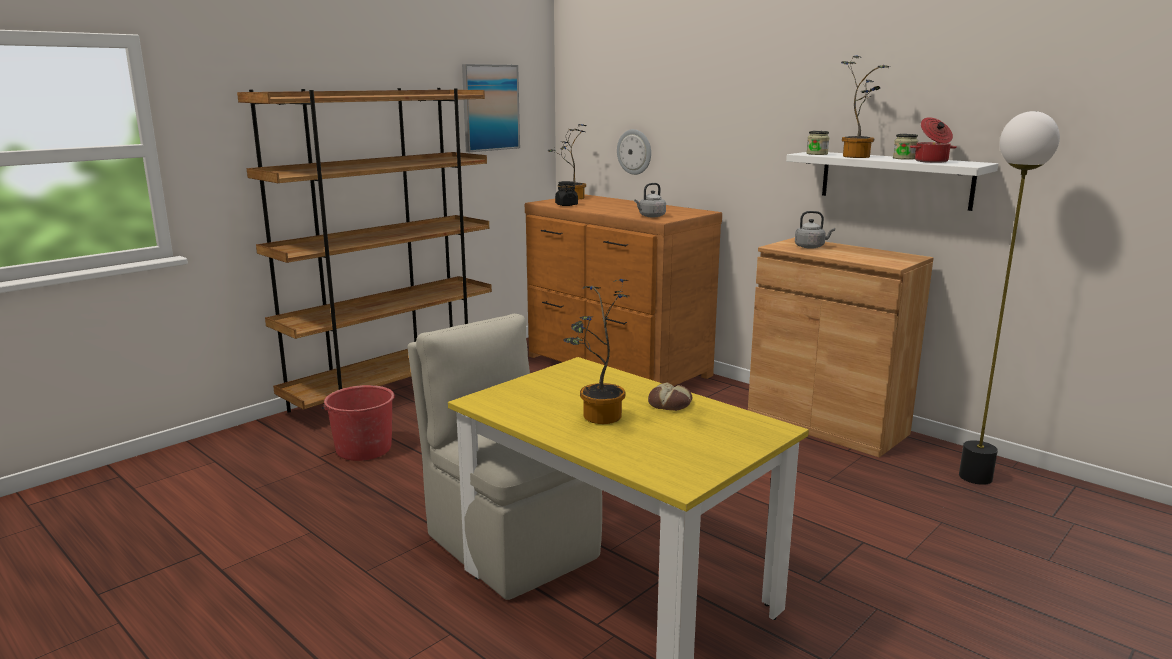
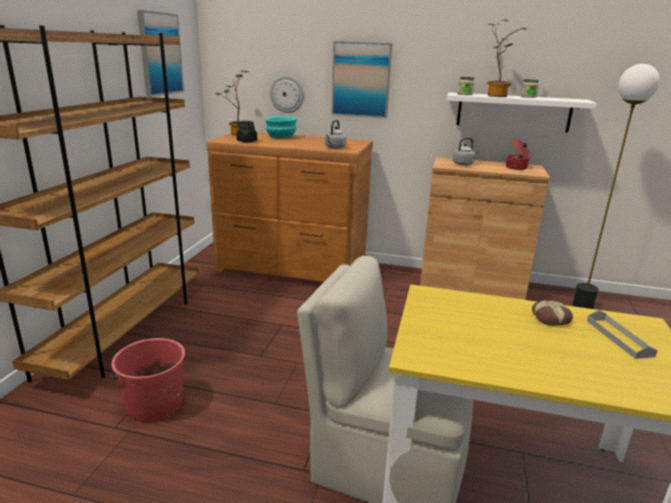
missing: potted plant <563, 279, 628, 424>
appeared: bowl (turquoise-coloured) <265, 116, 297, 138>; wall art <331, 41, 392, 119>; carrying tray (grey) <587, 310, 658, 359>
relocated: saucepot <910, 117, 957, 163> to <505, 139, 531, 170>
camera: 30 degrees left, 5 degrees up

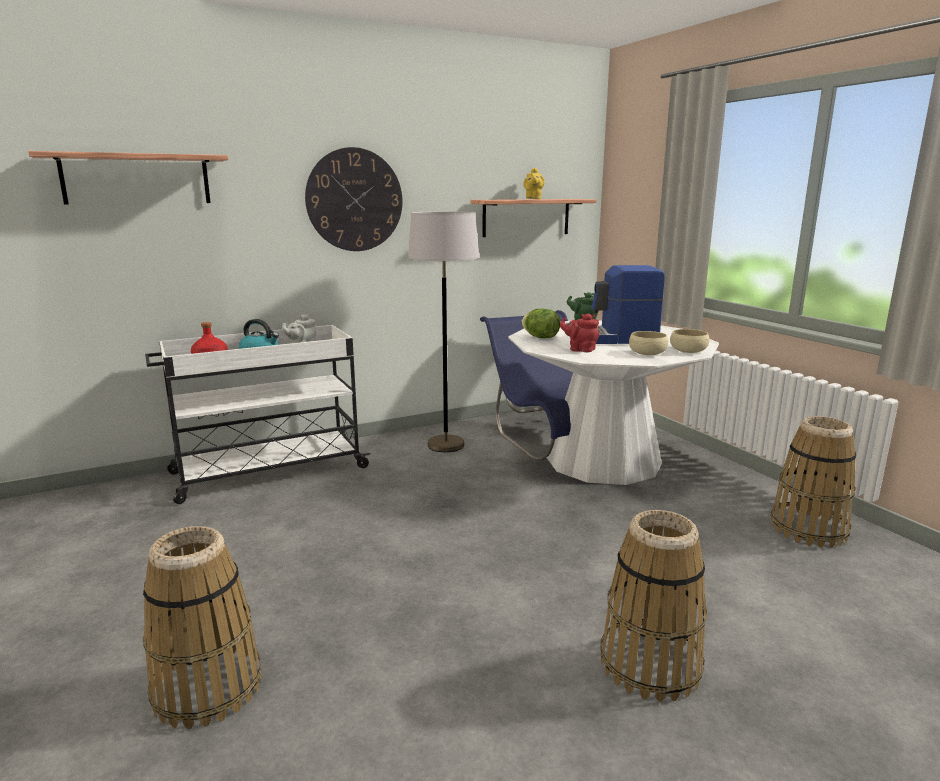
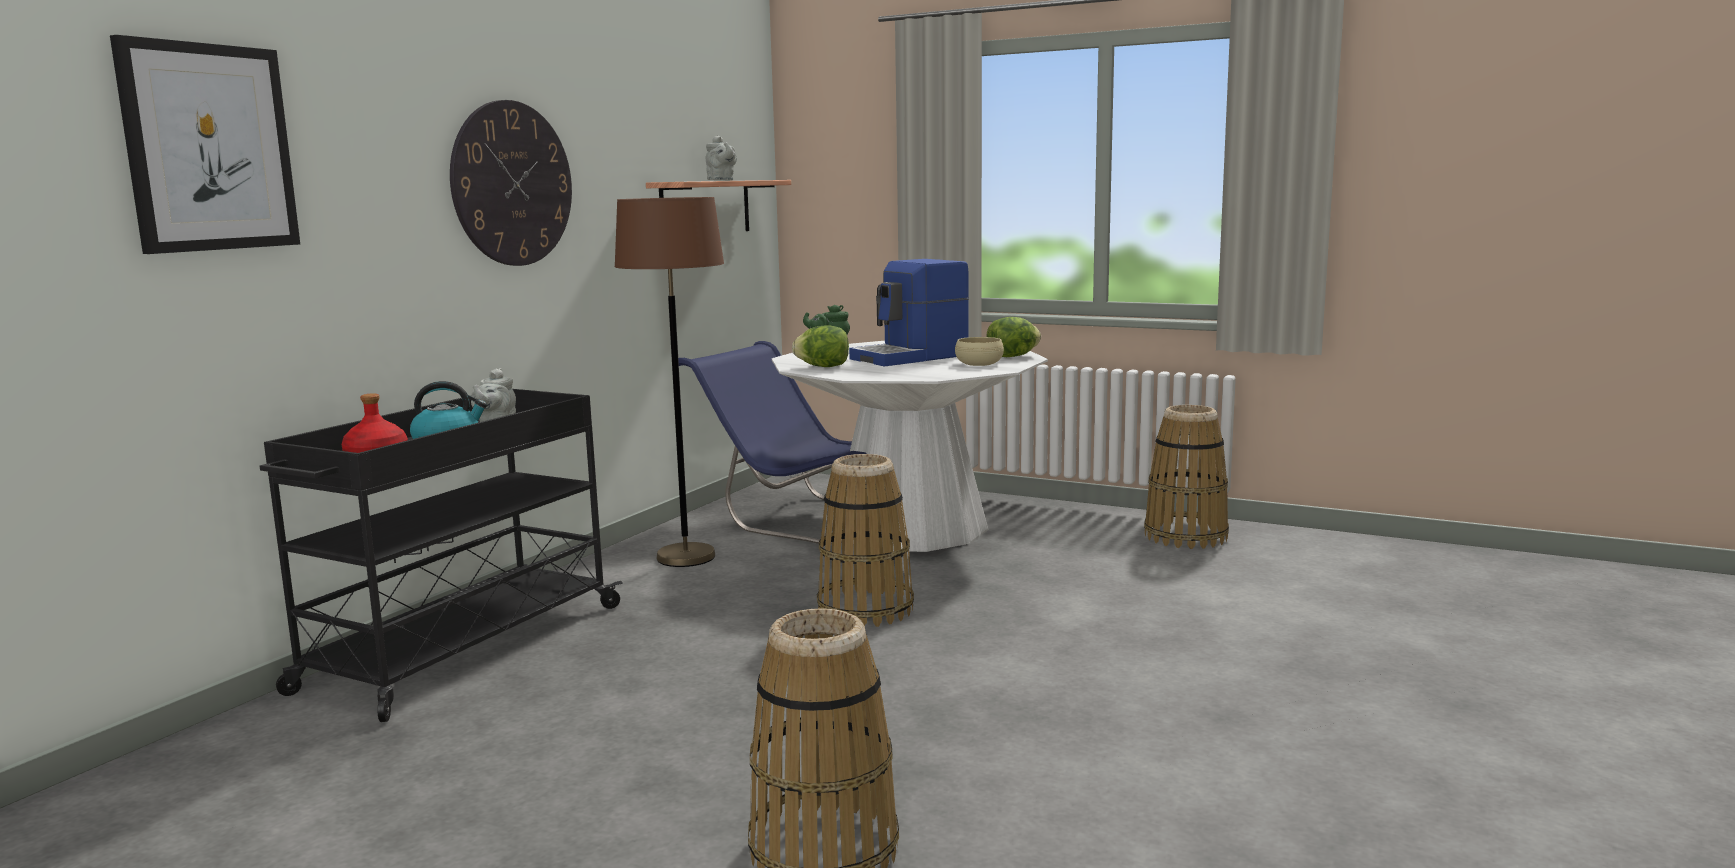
missing: pot for tea (reddish) <560, 313, 600, 352>
relocated: household basket <600, 510, 707, 702> to <817, 454, 914, 627>
exchanged: wall shelf <28, 151, 229, 204> to wall art <110, 35, 300, 254>; bowl (beige) <670, 329, 710, 353> to head of lettuce <986, 317, 1041, 357>
colour: wheeled cart (white) <145, 325, 371, 504> to wheeled cart (blackish) <260, 389, 623, 722>; standing lamp (grey) <408, 211, 479, 452> to standing lamp (brownish) <615, 197, 724, 567>; pot for tea (yellow-coloured) <523, 168, 545, 199> to pot for tea (grey) <706, 135, 737, 180>
camera: 35 degrees left, 5 degrees down

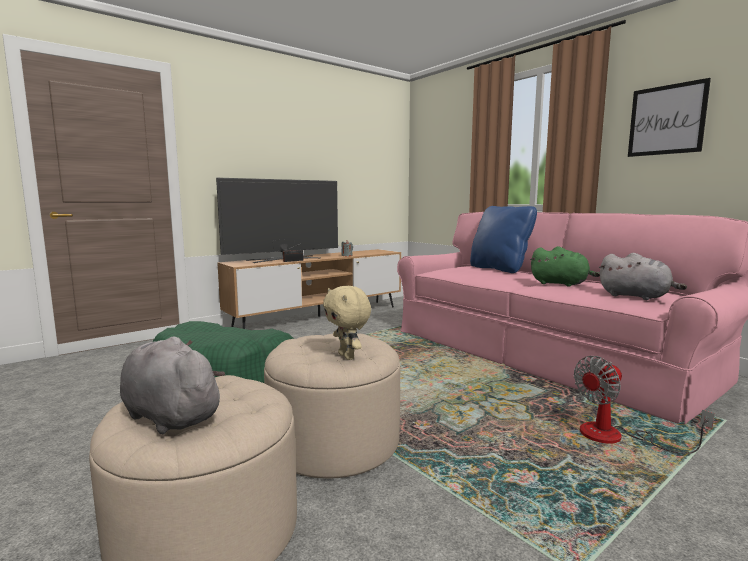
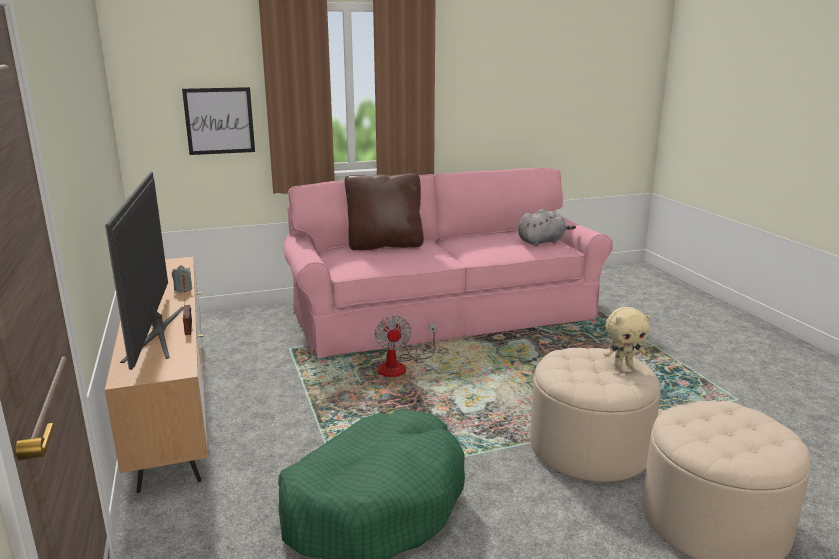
missing: soft toy (grey) <120, 337, 225, 434>; soft toy (greenish) <530, 246, 600, 287>
relocated: electric fan <574, 356, 714, 454> to <375, 316, 437, 377>; wall art <628, 78, 711, 157> to <182, 87, 255, 155>
colour: throw pillow (blue-coloured) <470, 206, 537, 273> to throw pillow (brownish) <345, 173, 424, 250>
camera: 70 degrees left, 10 degrees up

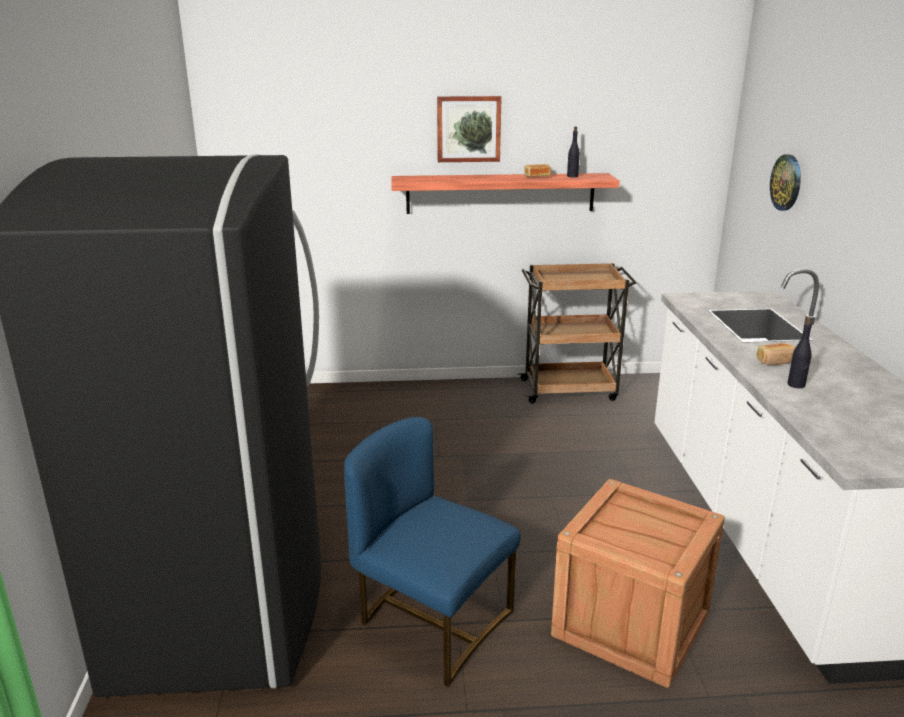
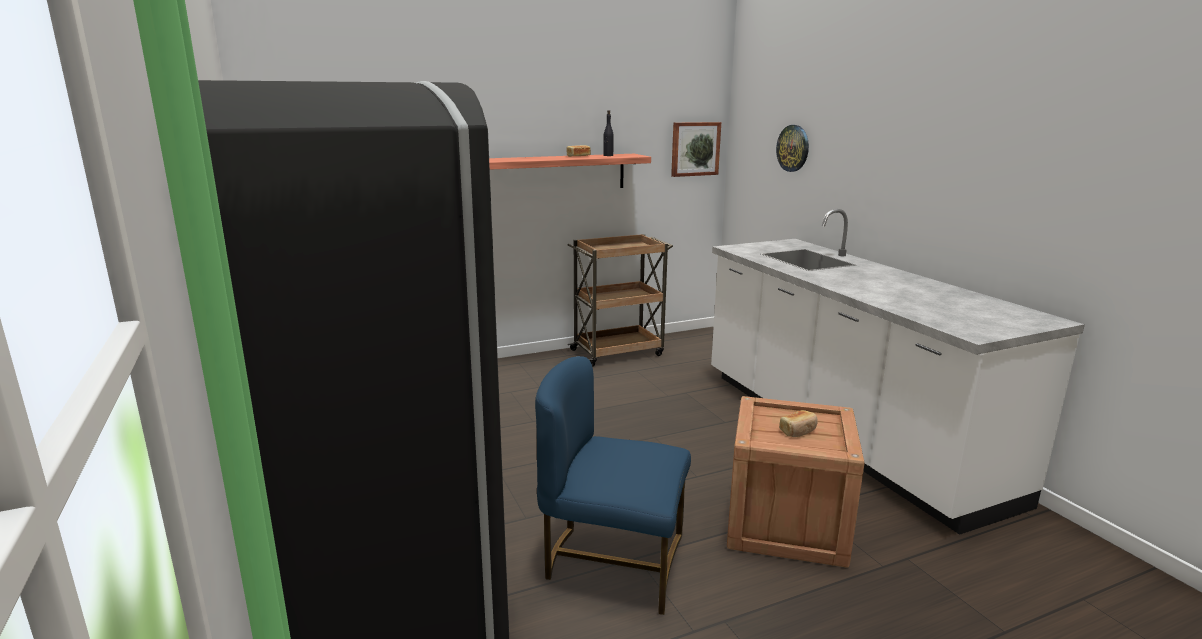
missing: bottle (blackish) <787, 317, 812, 388>
relocated: wall art <437, 96, 502, 162> to <671, 122, 721, 177>; bakery bread <757, 343, 796, 365> to <779, 410, 818, 437>
camera: 20 degrees left, 5 degrees down

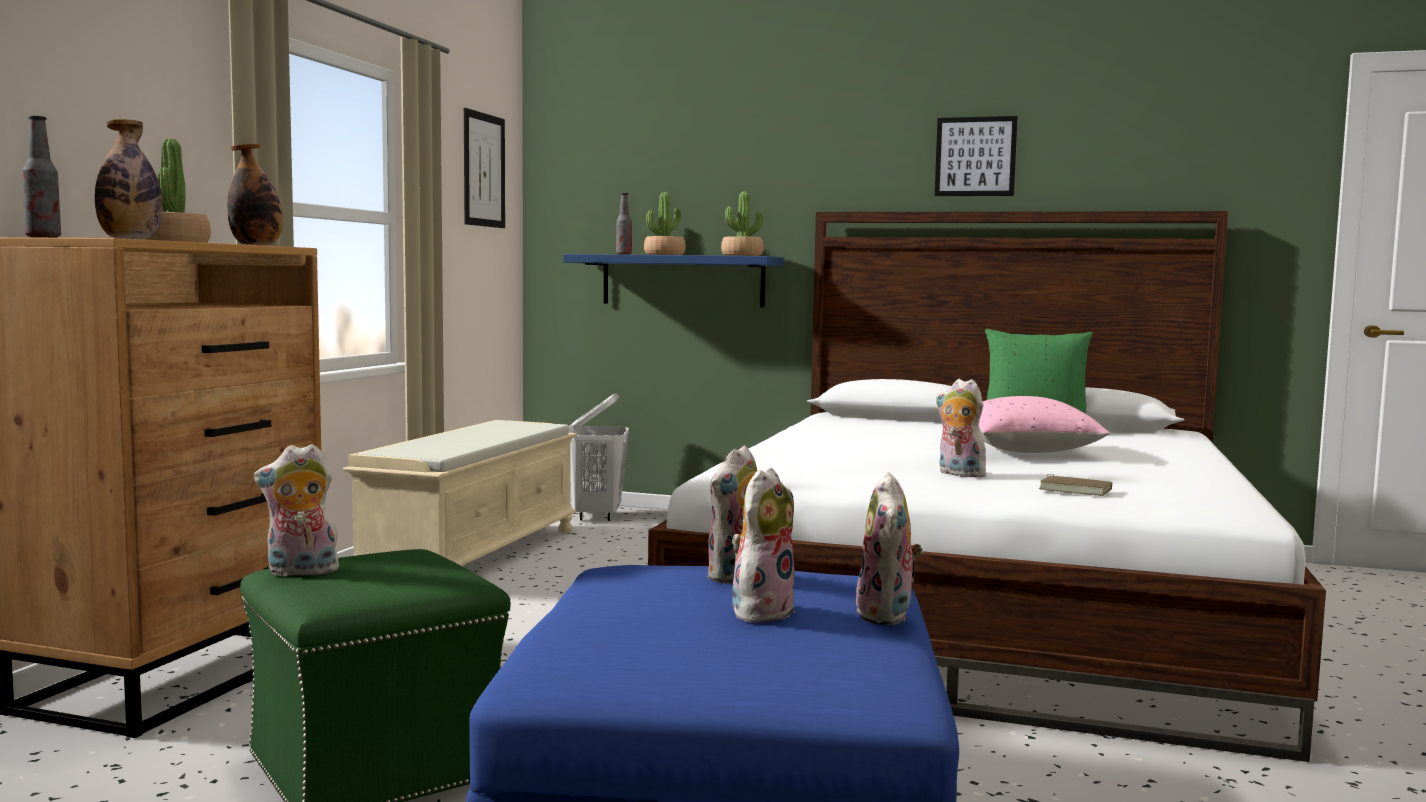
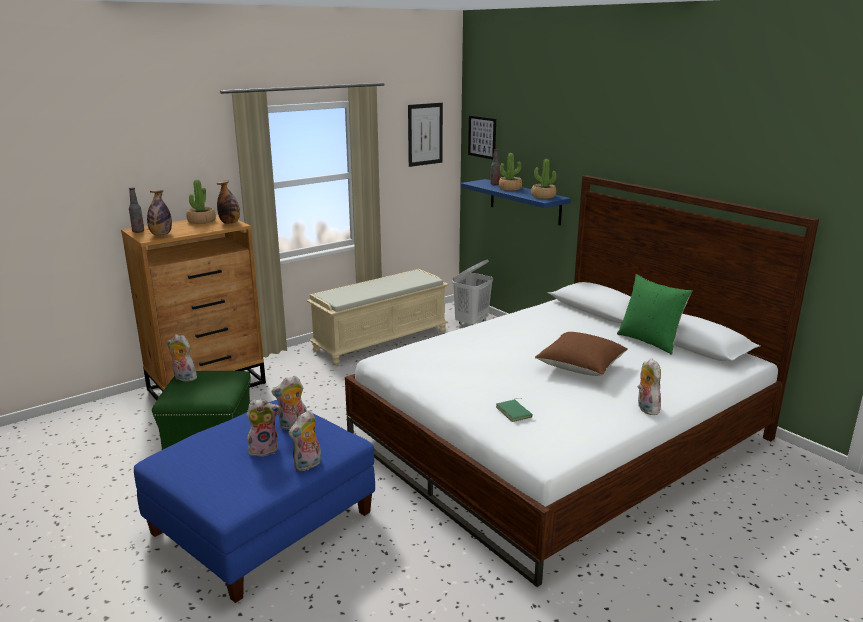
relocated: wall art <935, 116, 1018, 196> to <468, 116, 496, 159>; soft toy <935, 379, 986, 478> to <638, 358, 661, 415>
colour: throw pillow (pink-coloured) <979, 396, 1110, 453> to throw pillow (brownish) <535, 332, 628, 376>; volume (brownish) <1038, 474, 1112, 496> to volume (greenish) <496, 398, 533, 422>
camera: 35 degrees right, 15 degrees up

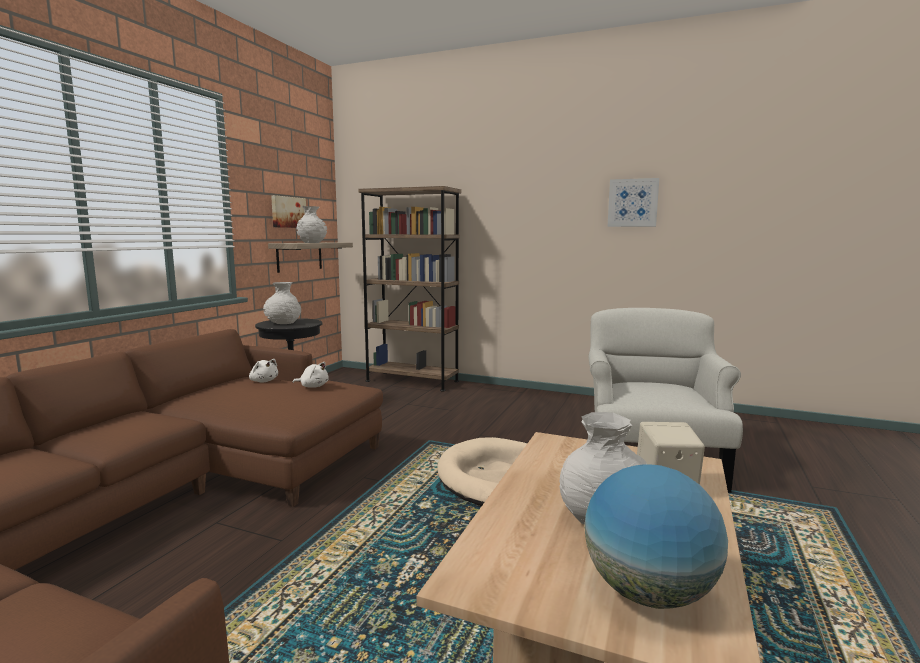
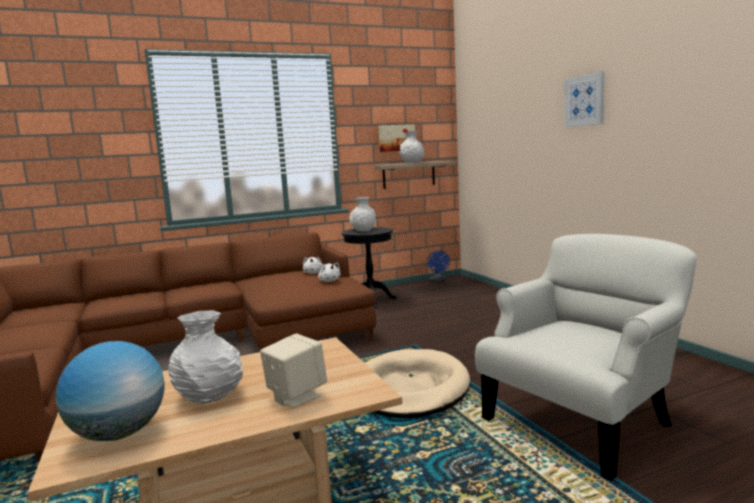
missing: bookcase (brownish) <358, 186, 461, 391>
appeared: electric fan (blue-coloured) <427, 250, 450, 283>
relocated: wall art <607, 178, 659, 227> to <564, 71, 605, 127>
camera: 45 degrees right, 0 degrees up

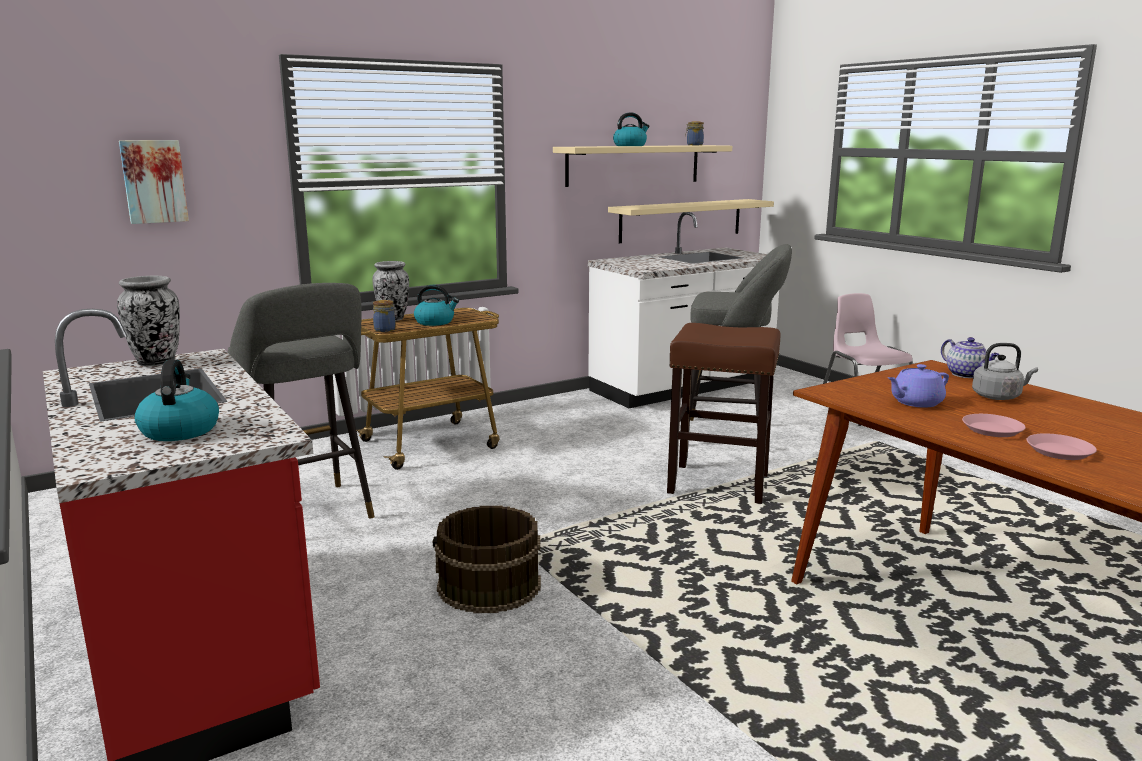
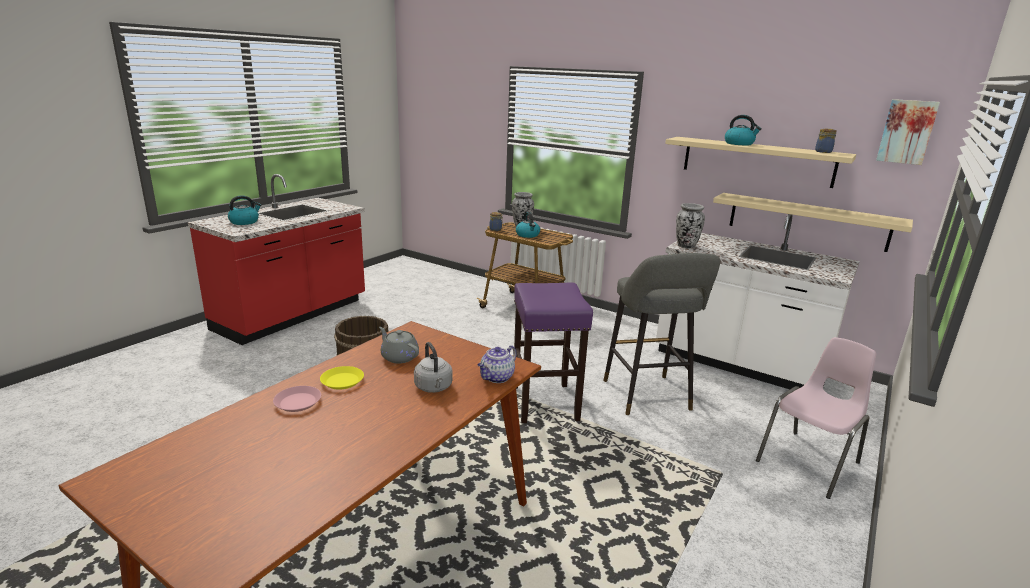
missing: stool seat (grey) <228, 283, 374, 518>
relocated: vase <117, 276, 180, 367> to <676, 203, 705, 249>; wall art <119, 140, 189, 224> to <876, 99, 940, 165>
colour: stool seat (brownish) <667, 323, 781, 504> to stool seat (purple-coloured) <514, 283, 593, 423>; pot for tea (purple-coloured) <888, 364, 949, 408> to pot for tea (grey) <379, 327, 419, 363>; plate (pink-coloured) <962, 414, 1026, 437> to plate (yellow-coloured) <320, 366, 364, 390>
camera: 65 degrees right, 5 degrees up

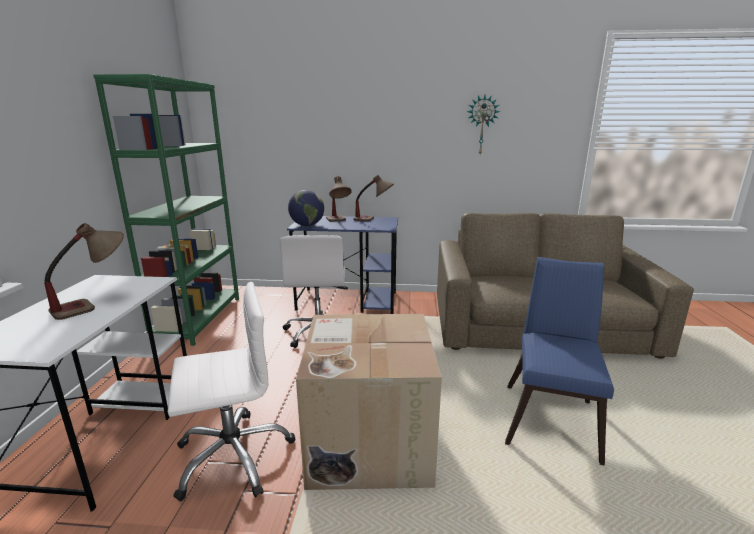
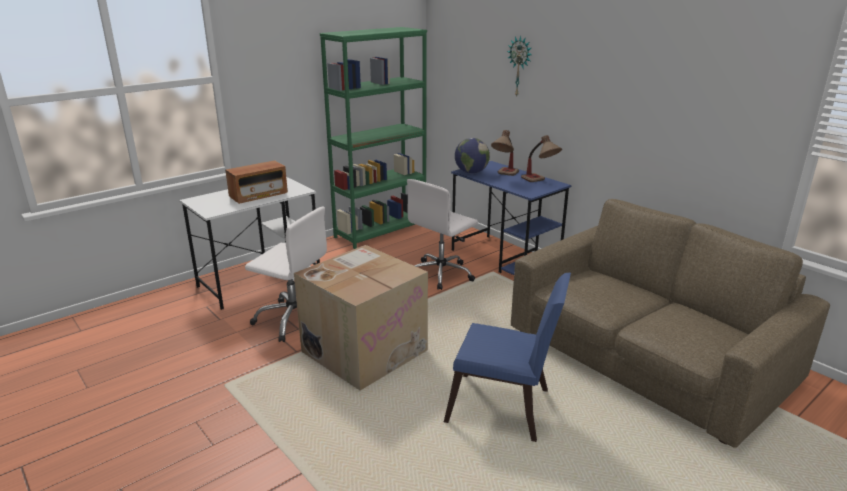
relocated: clock on the wall <467, 95, 500, 154> to <507, 35, 532, 97>
exchanged: lamp for a table <44, 223, 124, 320> to radio receiver <225, 160, 288, 204>
spun: chair (blue-coloured) <505, 257, 614, 466> = <444, 273, 571, 442> 45 degrees clockwise
camera: 45 degrees right, 5 degrees up

